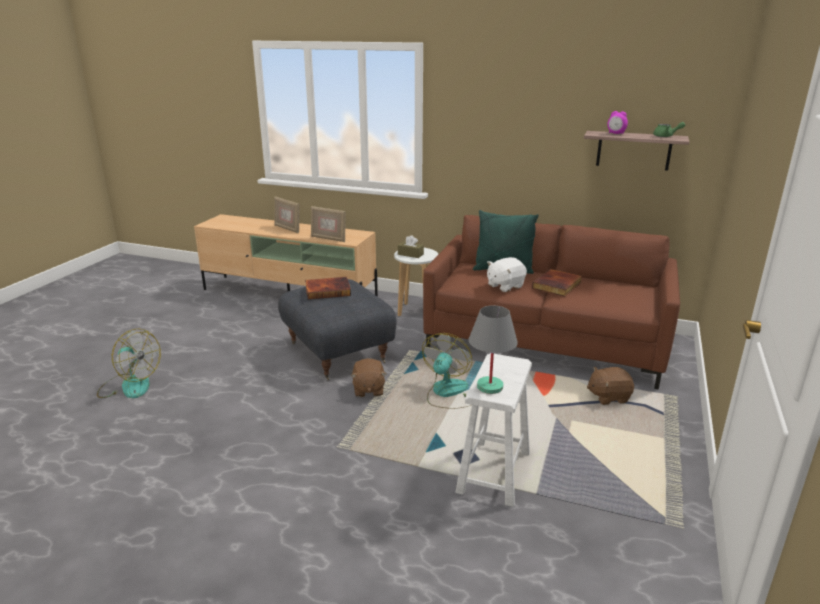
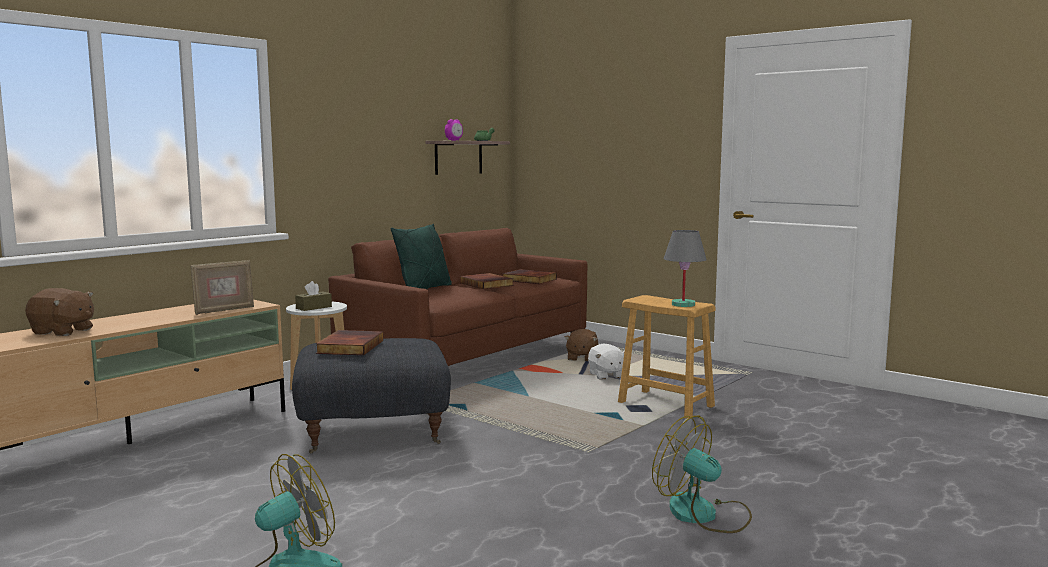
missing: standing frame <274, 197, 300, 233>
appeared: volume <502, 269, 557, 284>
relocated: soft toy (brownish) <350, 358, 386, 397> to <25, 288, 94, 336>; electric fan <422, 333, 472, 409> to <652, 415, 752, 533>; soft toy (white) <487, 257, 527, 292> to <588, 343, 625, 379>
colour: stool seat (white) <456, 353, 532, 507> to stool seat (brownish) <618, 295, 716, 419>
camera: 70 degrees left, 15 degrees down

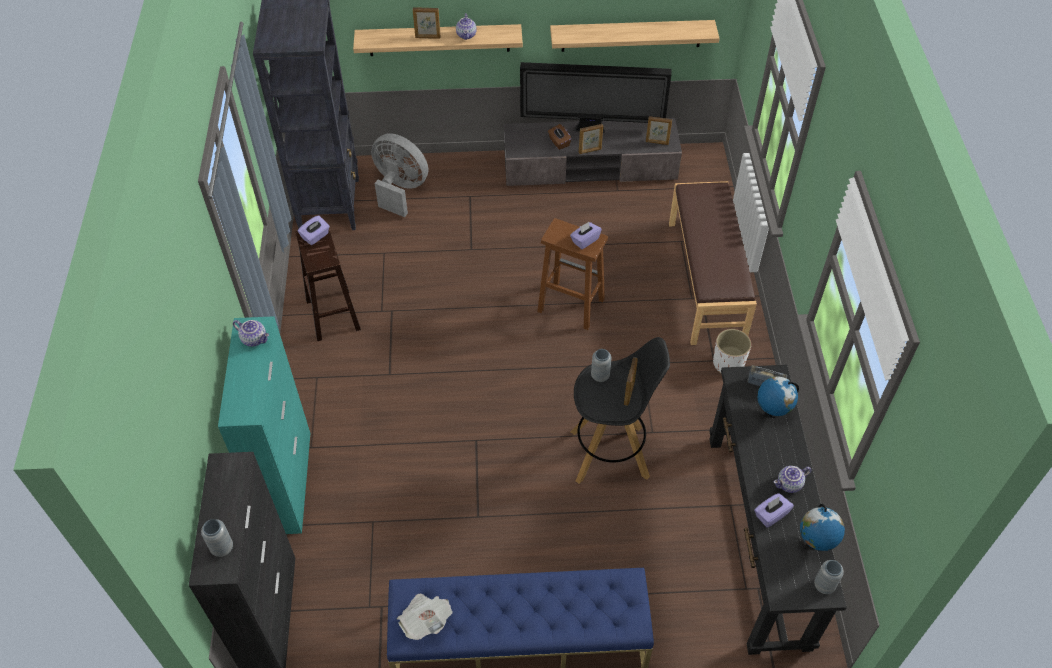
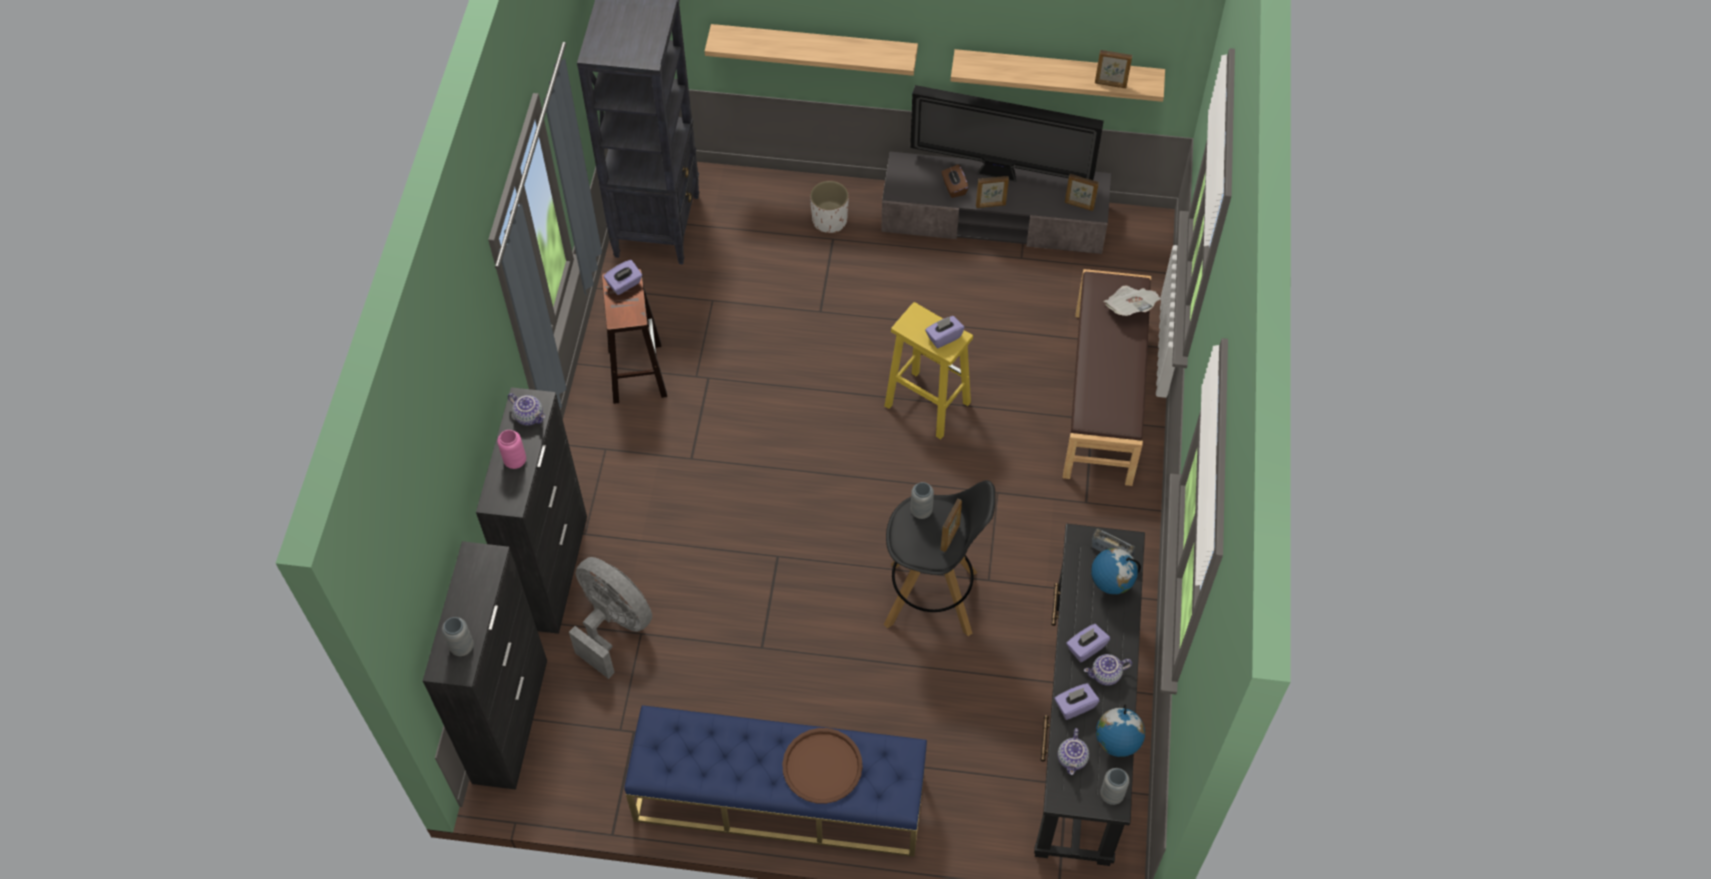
appeared: vase (pink-coloured) <497, 430, 526, 469>; carrying tray (brownish) <782, 728, 863, 804>; tissue box (purple-coloured) <1067, 624, 1110, 663>
relocated: electric fan (grey) <371, 133, 428, 217> to <569, 557, 652, 679>; printed paper <397, 593, 453, 640> to <1103, 285, 1160, 316>; standing frame <413, 7, 441, 39> to <1095, 50, 1132, 88>; pot for tea <456, 13, 477, 40> to <1058, 728, 1089, 775>; flower pot (white) <713, 329, 751, 373> to <810, 181, 849, 233>
colour: cabinet (turquoise-coloured) <218, 316, 311, 534> to cabinet (blackish) <476, 387, 587, 634>; stool seat (brownish) <537, 218, 608, 330> to stool seat (yellow-coloured) <884, 302, 973, 439>
camera: 10 degrees right, 5 degrees up

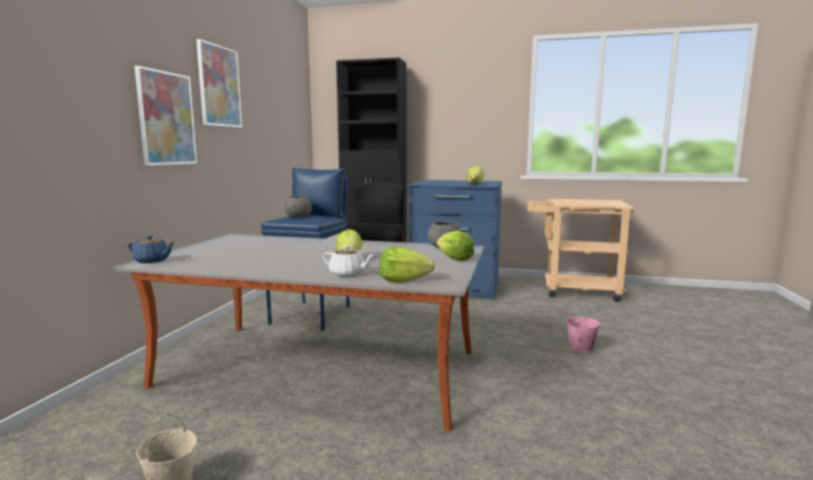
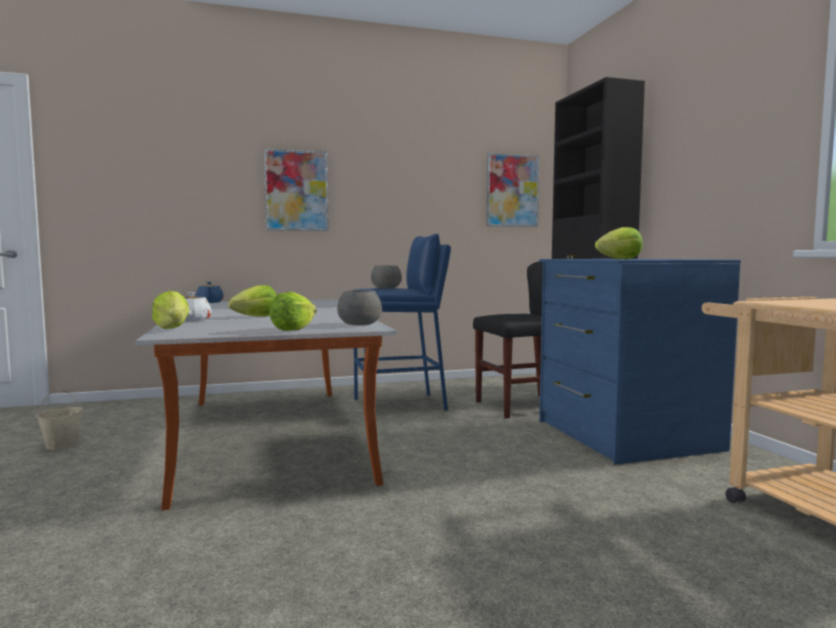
missing: pail (pink-coloured) <567, 304, 600, 353>
relocated: wall art <196, 39, 242, 128> to <486, 153, 540, 227>
camera: 60 degrees right, 5 degrees down

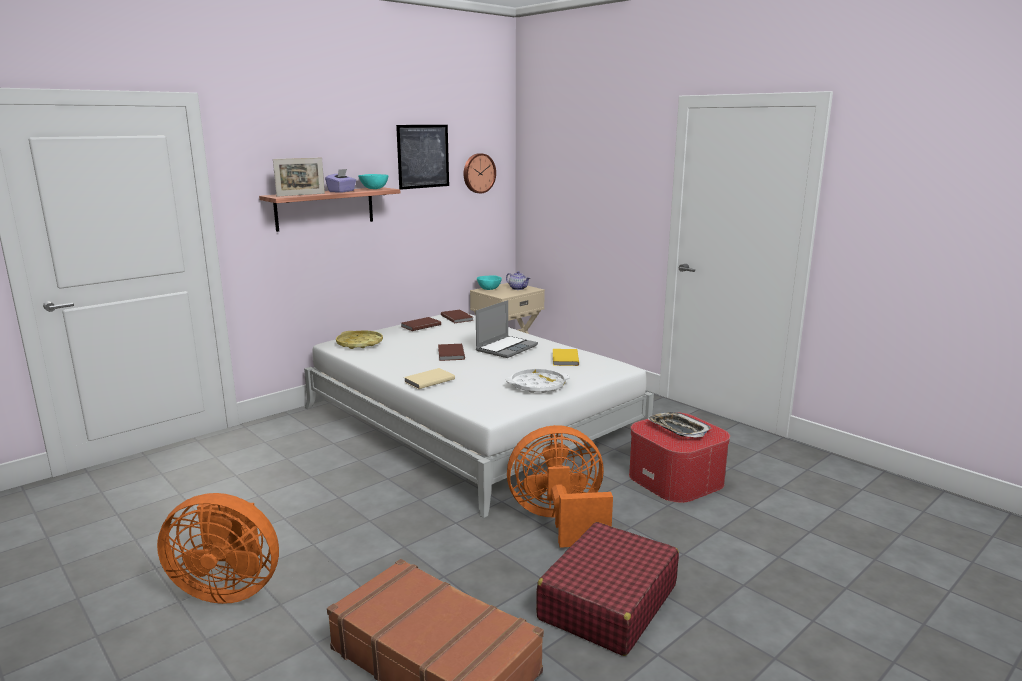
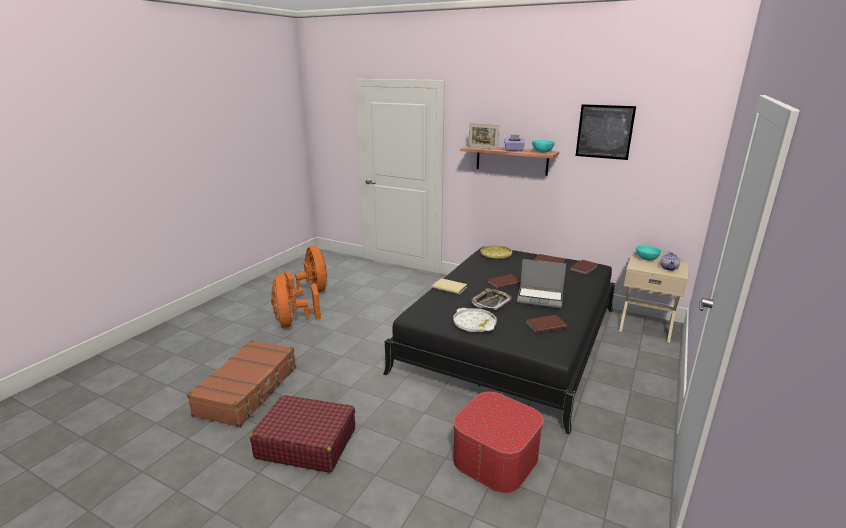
missing: clock on the wall <464, 153, 496, 193>
relocated: electric fan (orange) <507, 425, 613, 548> to <284, 246, 327, 303>; carrying tray <648, 412, 712, 437> to <472, 289, 512, 310>
colour: bedroom bed (white) <304, 313, 654, 518> to bedroom bed (blackish) <383, 246, 615, 435>; volume (yellow-coloured) <553, 349, 579, 366> to volume (brownish) <526, 315, 568, 333>
camera: 70 degrees right, 5 degrees up

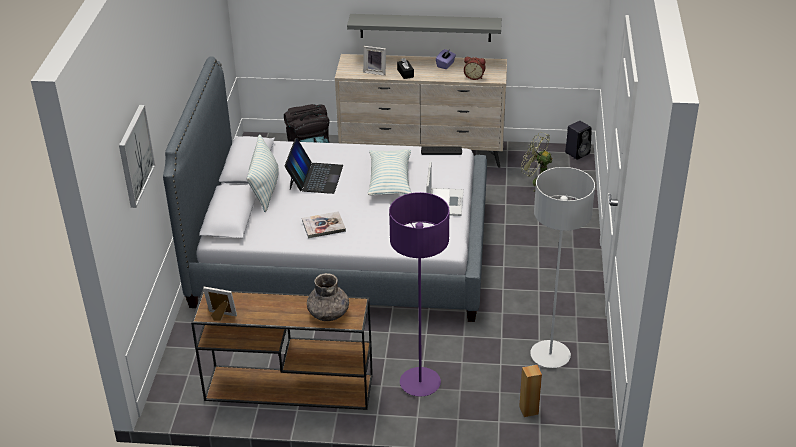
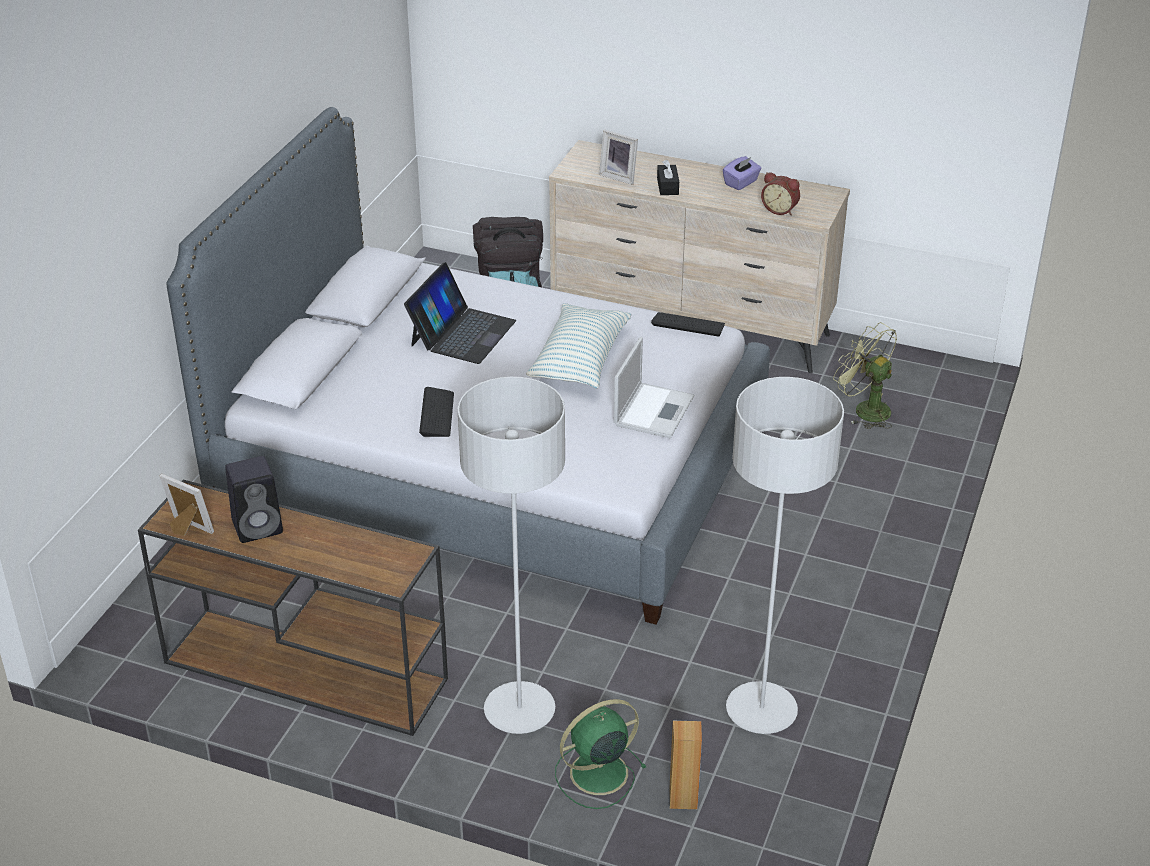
missing: wall art <119, 105, 155, 208>; throw pillow <247, 134, 279, 212>; vase (grey) <307, 273, 349, 321>; wall shelf (grey) <347, 14, 502, 42>
appeared: electric fan (greenish) <555, 699, 646, 809>
relocated: speaker (blackish) <565, 121, 592, 160> to <225, 456, 283, 543>
exchanged: volume <302, 211, 346, 238> to keyboard <419, 387, 454, 437>
colour: standing lamp (purple-coloured) <389, 192, 450, 396> to standing lamp (grey) <457, 377, 565, 734>
camera: 15 degrees right, 0 degrees up

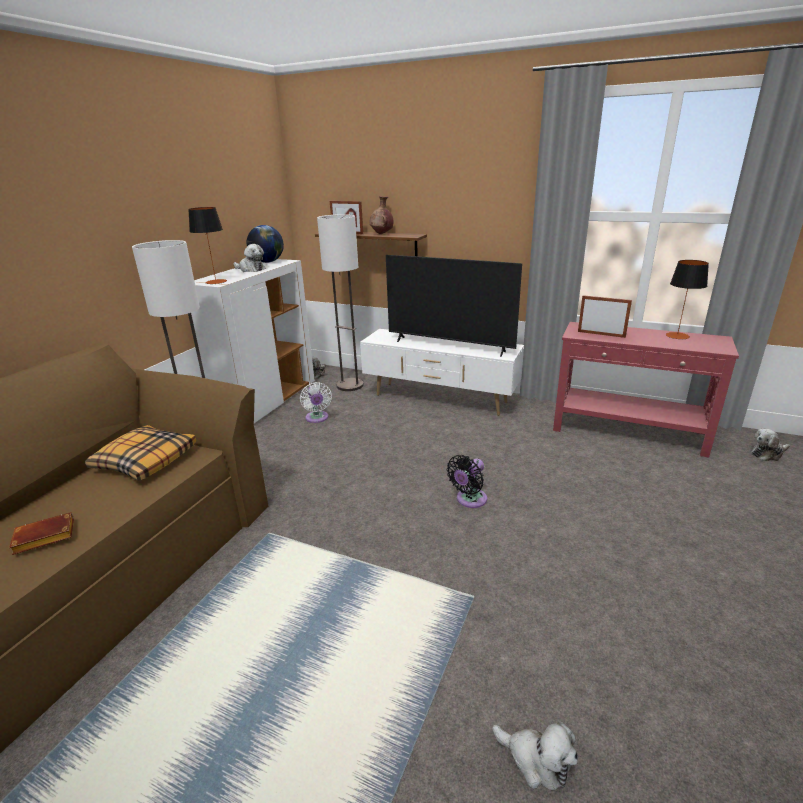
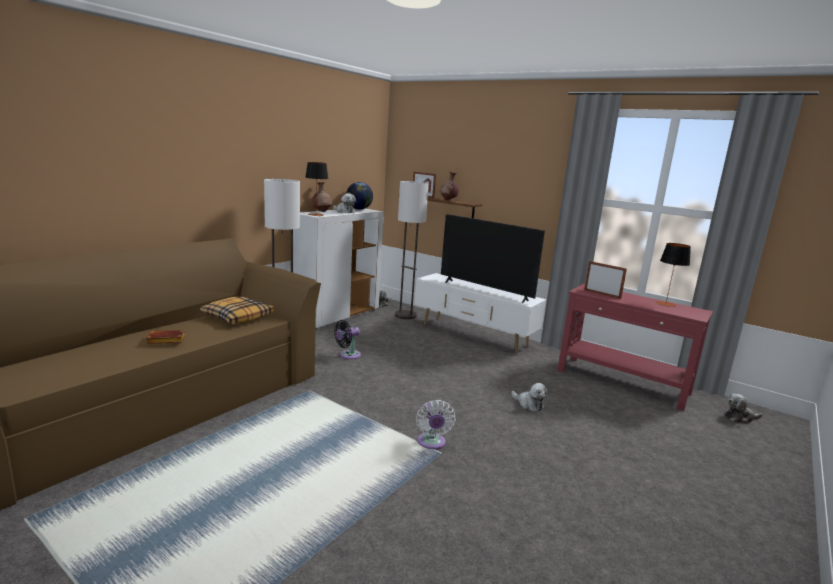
appeared: vase (brownish) <312, 182, 332, 212>
relocated: electric fan (white) <300, 382, 332, 423> to <416, 400, 456, 450>; electric fan (blackish) <447, 455, 487, 508> to <334, 320, 361, 360>; soft toy <493, 722, 578, 790> to <511, 383, 547, 411>
camera: 10 degrees right, 10 degrees down

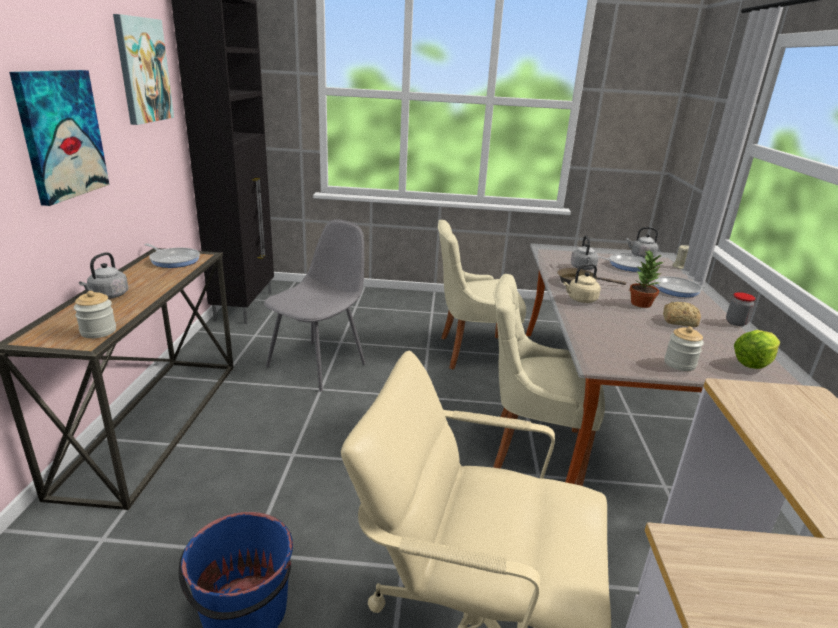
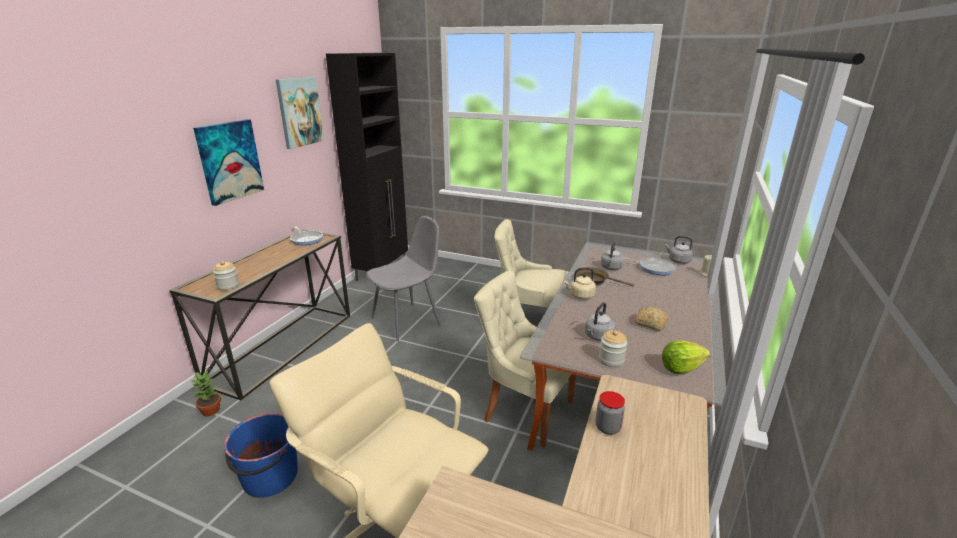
missing: frying pan <636, 276, 702, 297>
relocated: kettle (grey) <79, 252, 128, 299> to <585, 302, 615, 341>; potted plant <629, 250, 664, 308> to <191, 371, 221, 416>; jar <726, 292, 756, 326> to <596, 391, 625, 435>
camera: 20 degrees right, 0 degrees up

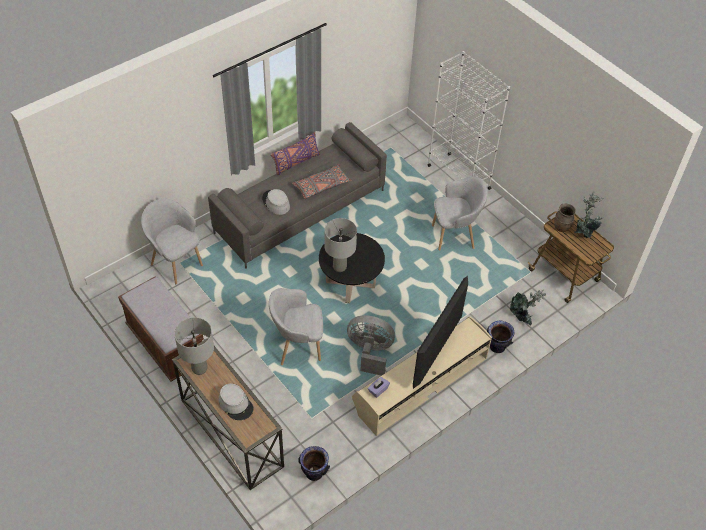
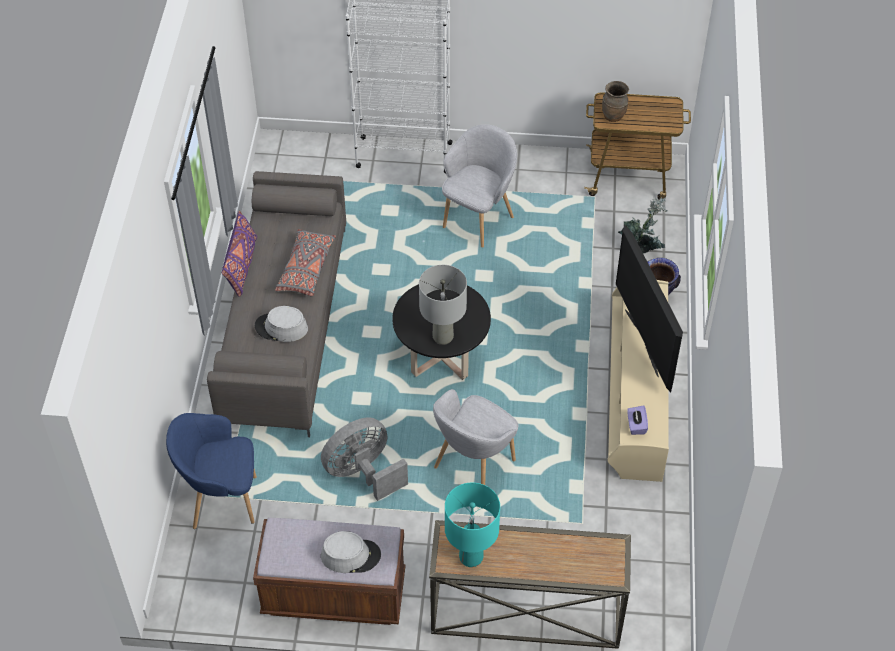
missing: vase <298, 446, 330, 481>; potted plant <574, 192, 604, 238>
relocated: hat (grey) <219, 384, 253, 420> to <321, 531, 381, 573>; electric fan (grey) <347, 315, 395, 376> to <321, 417, 408, 501>
colour: lounge chair (grey) <141, 198, 203, 285> to lounge chair (blue-coloured) <166, 413, 257, 529>; lamp for a table (grey) <174, 317, 214, 375> to lamp for a table (turquoise-coloured) <445, 483, 500, 567>
camera: 45 degrees left, 0 degrees up

